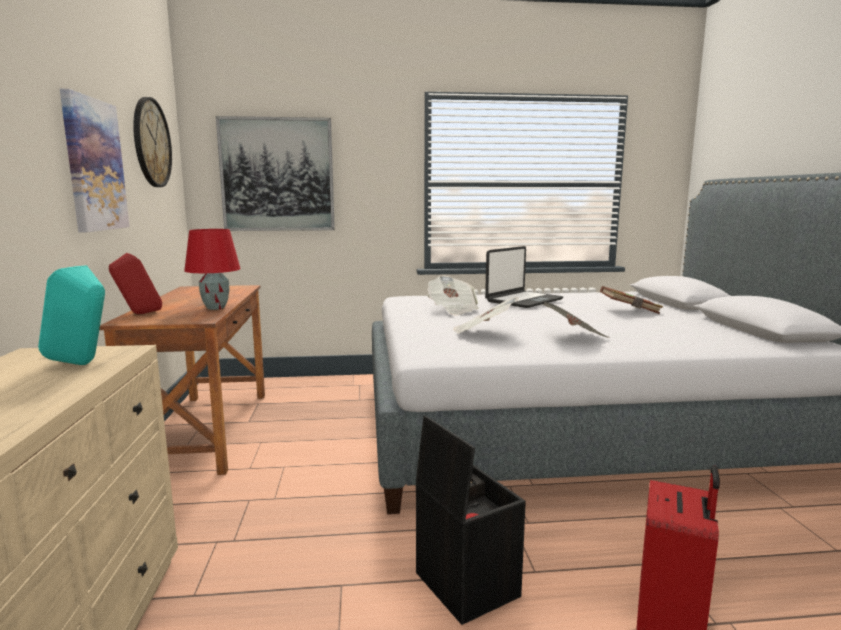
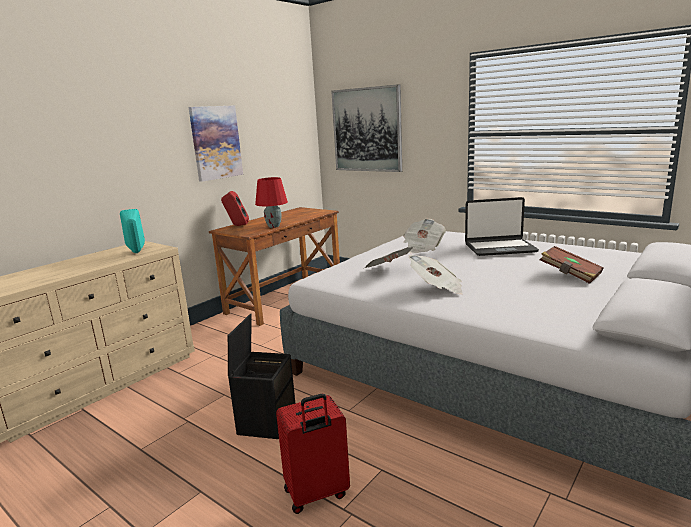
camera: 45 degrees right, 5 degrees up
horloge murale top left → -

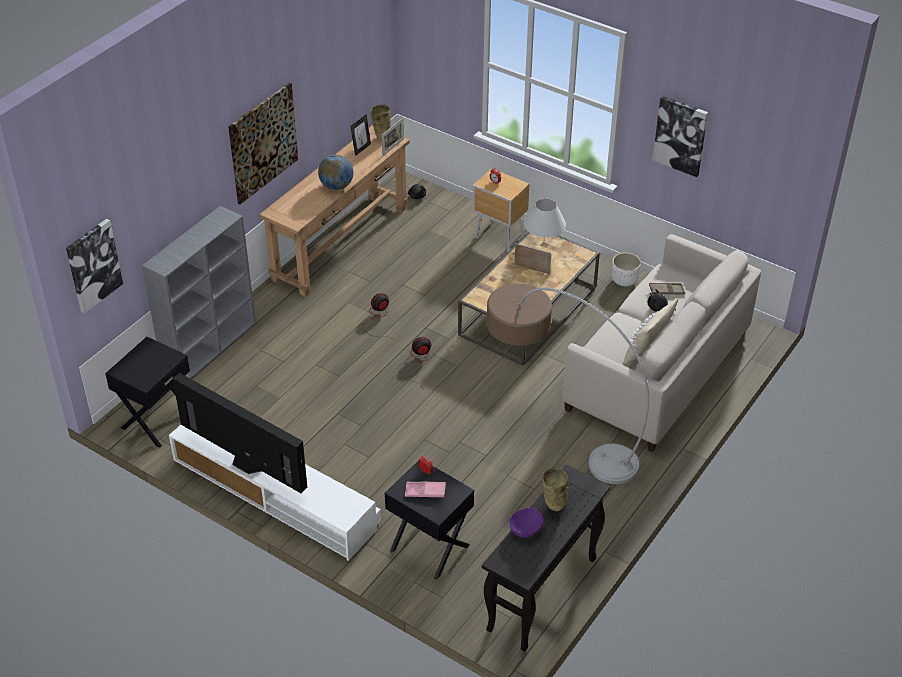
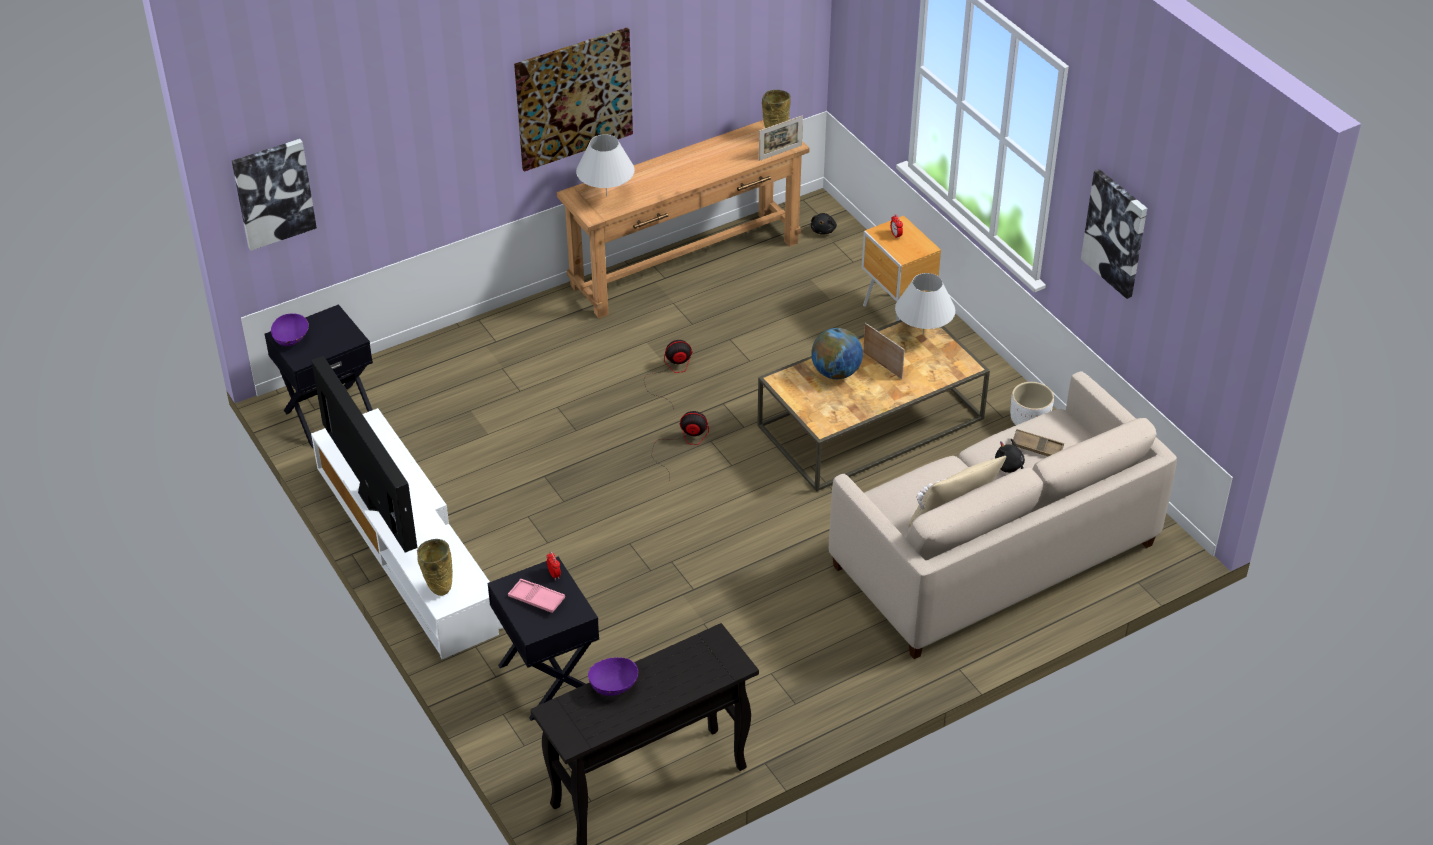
camera: 25 degrees right, 0 degrees up
bibliothèque/gris middle left → -
cadre photo (1st from left) top centre → -
lampadaire centre → -
- → bol/violet (1st from left) middle left
- → lampe de table/blanc (1st from left) top centre
globe top centre → globe centre, move
vase/beige (2nd from left in the first image) bottom centre → vase/beige (1st from left) bottom left, move

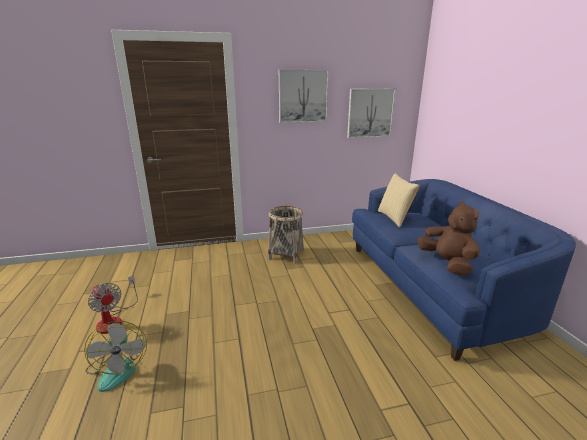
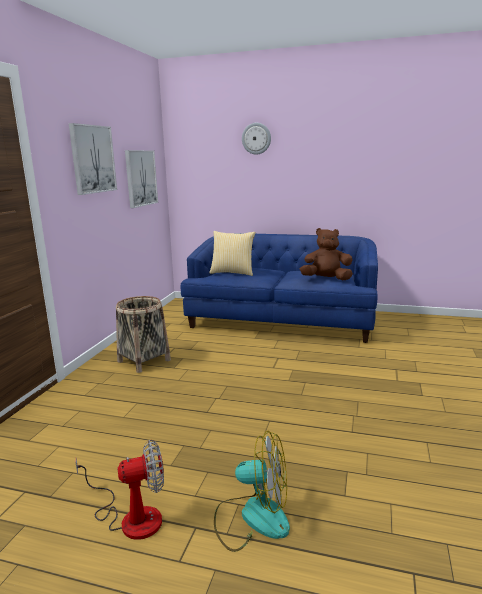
camera: 60 degrees left, 5 degrees down
- → horloge murale top centre

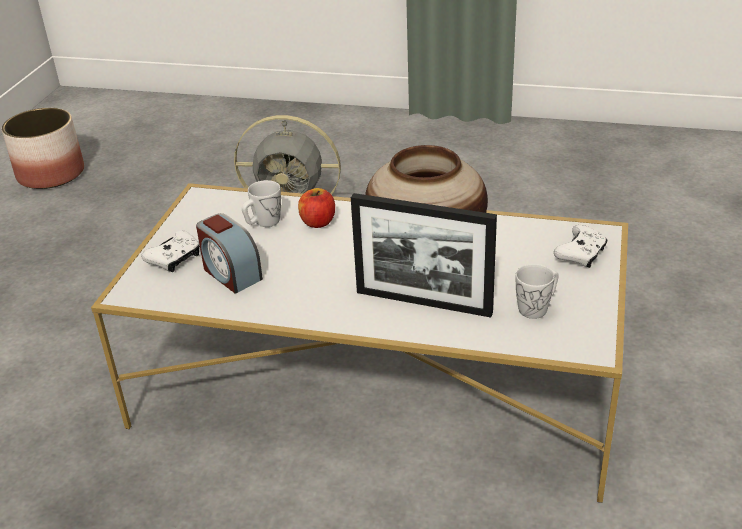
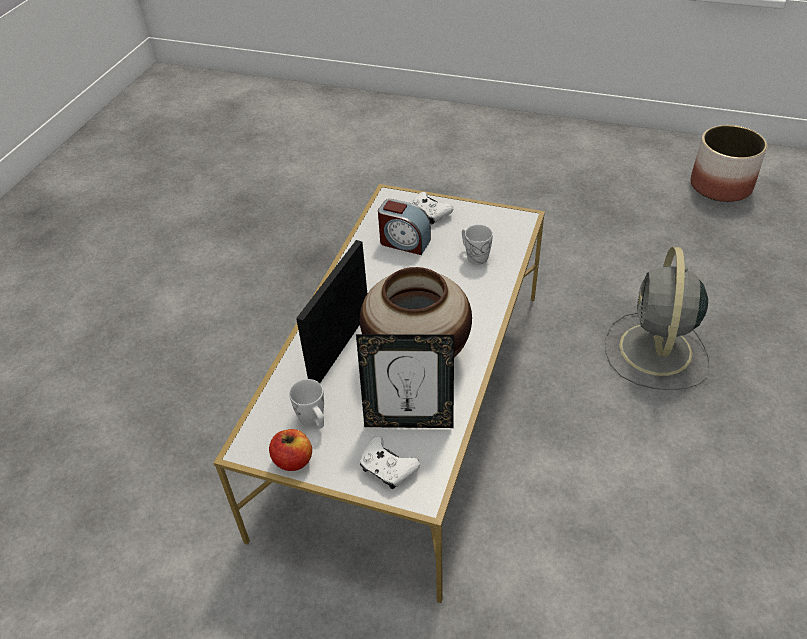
camera: 95 degrees right, 10 degrees up
- → cadre photo (2nd from left) centre
pomme centre → pomme bottom centre, move
réveil middle left → réveil centre, 120 degrees counterclockwise

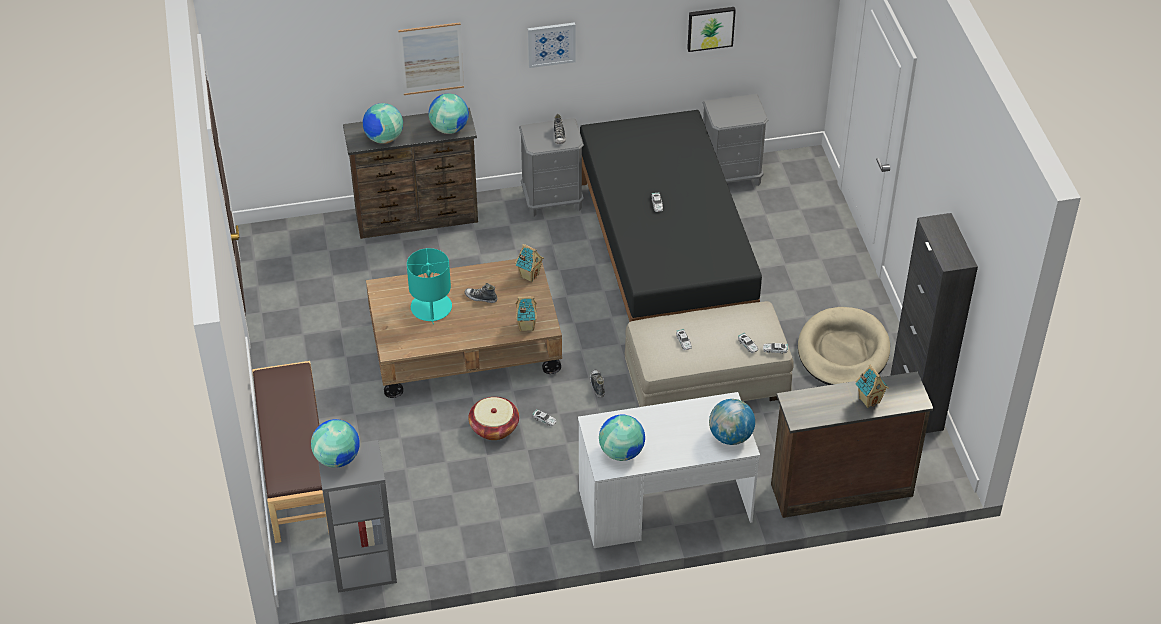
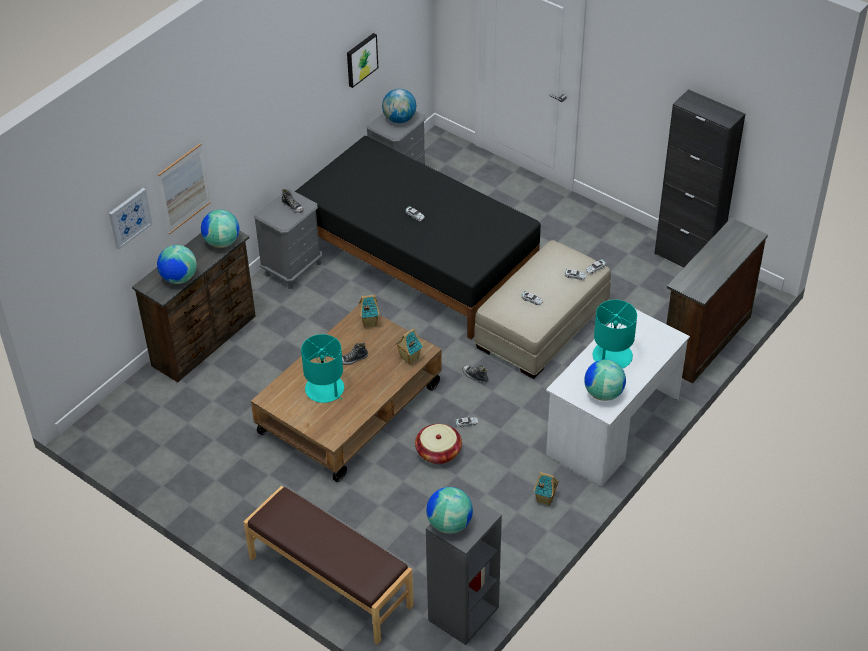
camera: 40 degrees left, 0 degrees up
panier pour chien/beige middle right → -
- → lampe de table/turquoise (2nd from left) middle right
tableau (2nd from left in the first image) top centre → tableau (1st from left) middle left, move
globe (5th from left in the first image) bottom centre → globe (3rd from left) top centre, move
maison miniature (3rd from left) middle right → maison miniature (3rd from left) bottom centre, move

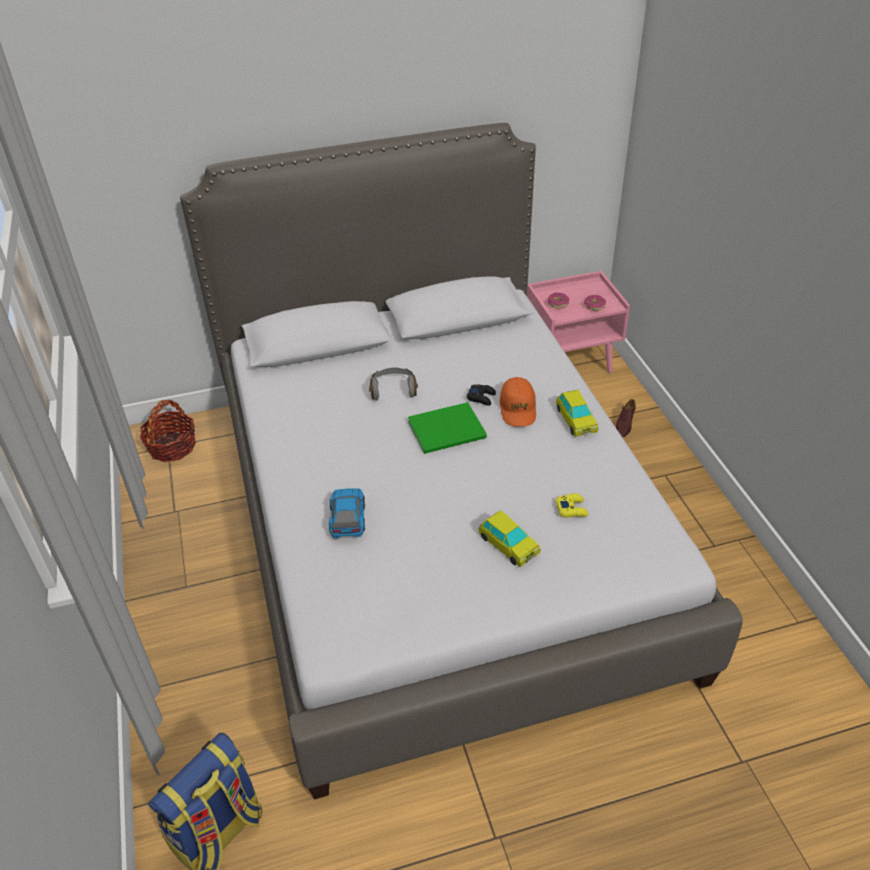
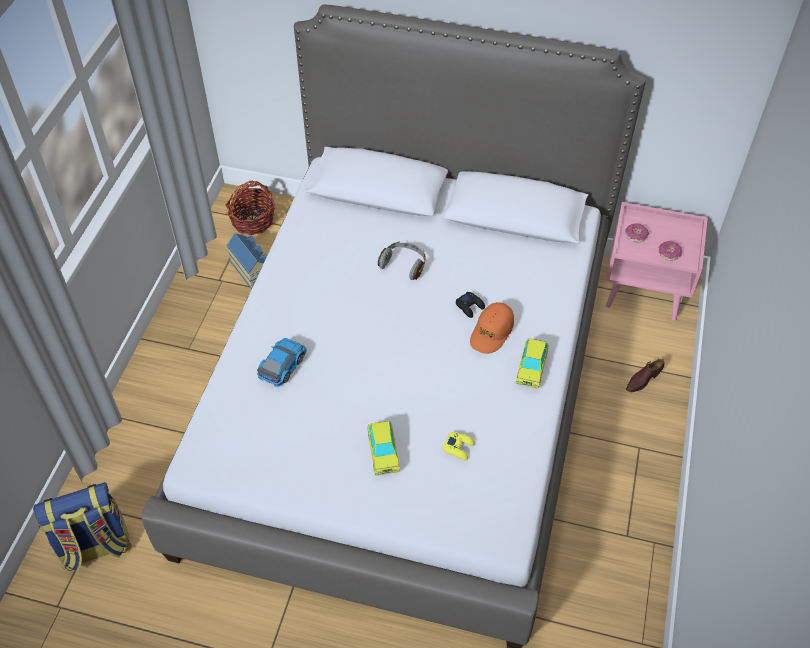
camera: 30 degrees right, 10 degrees up
livre/vert centre → -
- → maison miniature middle left

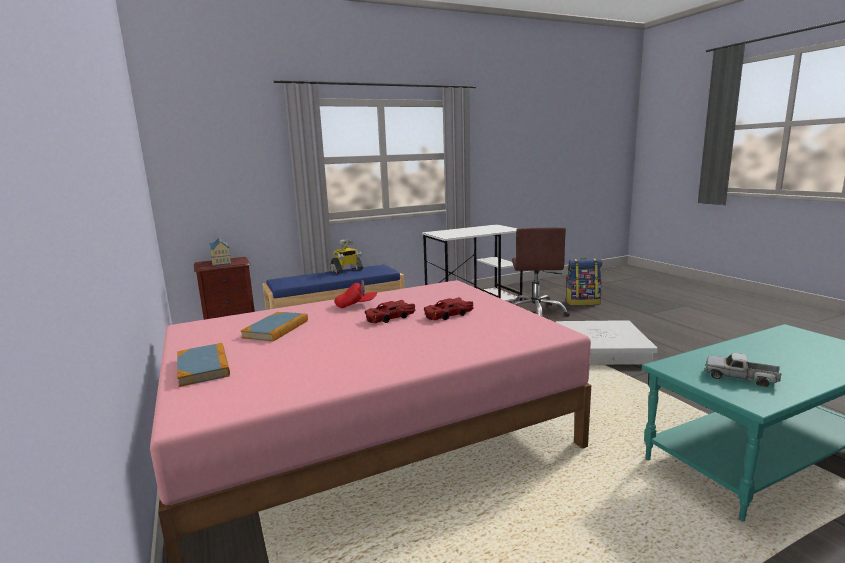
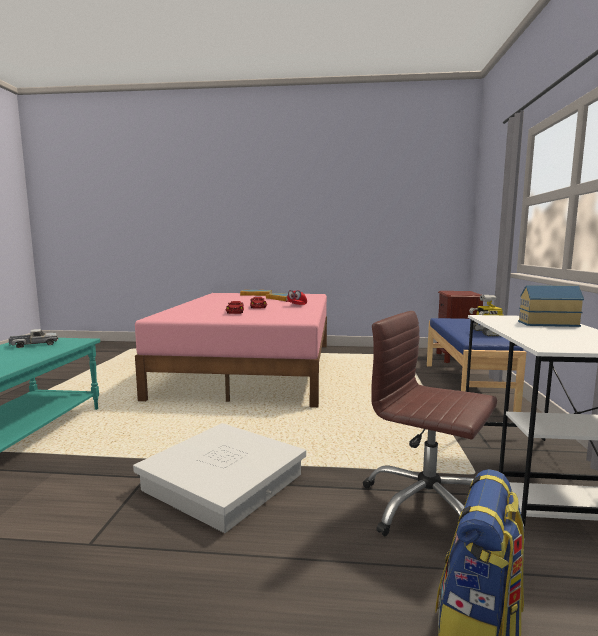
camera: 120 degrees right, 5 degrees down
maison miniature middle left → maison miniature middle right, move

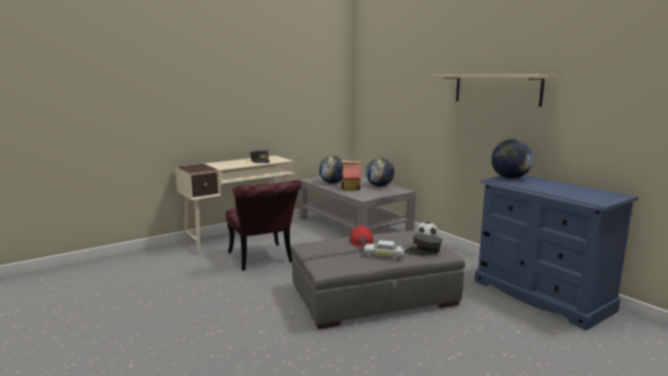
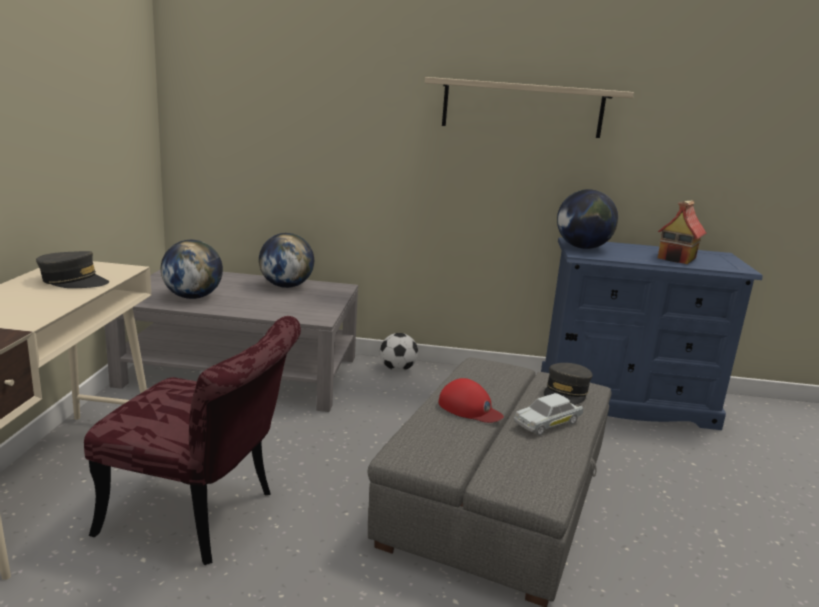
camera: 50 degrees left, 5 degrees up
maison miniature centre → maison miniature middle right, move

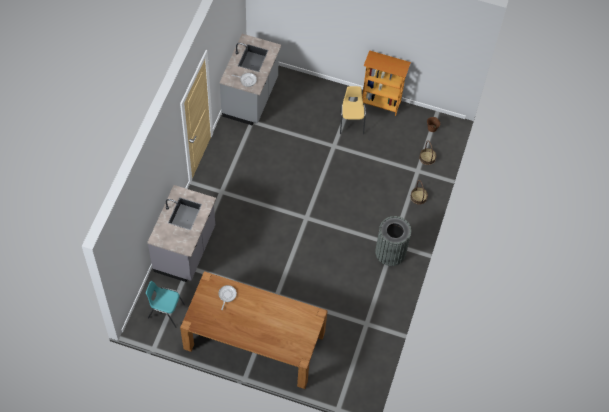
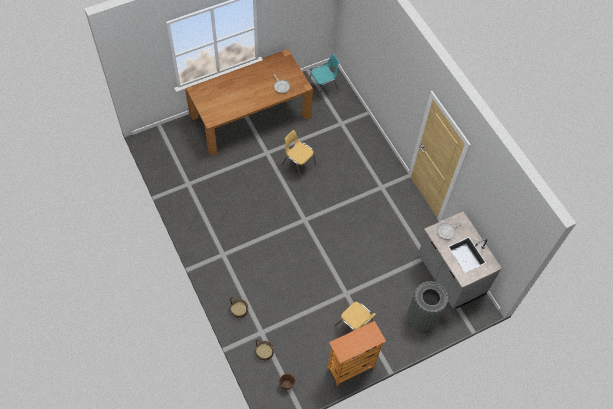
camera: 135 degrees right, 0 degrees up
comptoir de cuisine/gris (1st from left) middle left → -
- → chaise/jaune (1st from left) centre
poubelle/gris centre → poubelle/gris bottom right, move

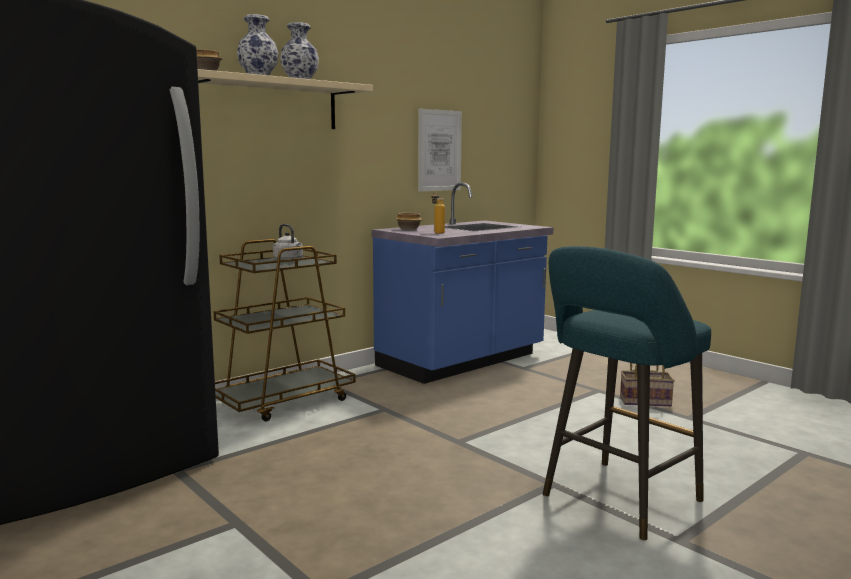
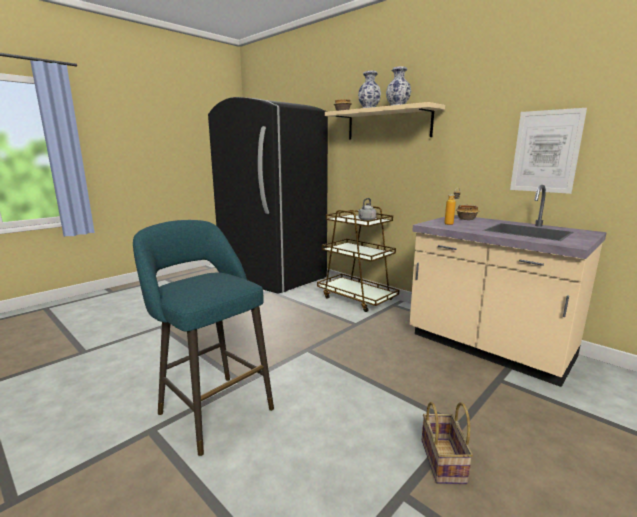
camera: 85 degrees right, 5 degrees up
comptoir de cuisine/bleu centre → comptoir de cuisine/beige middle right

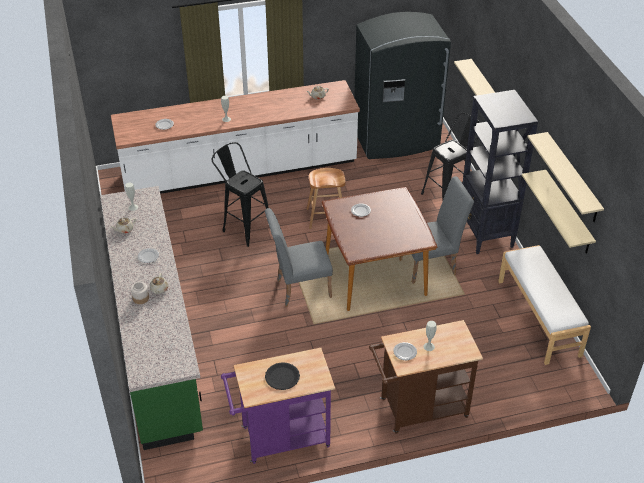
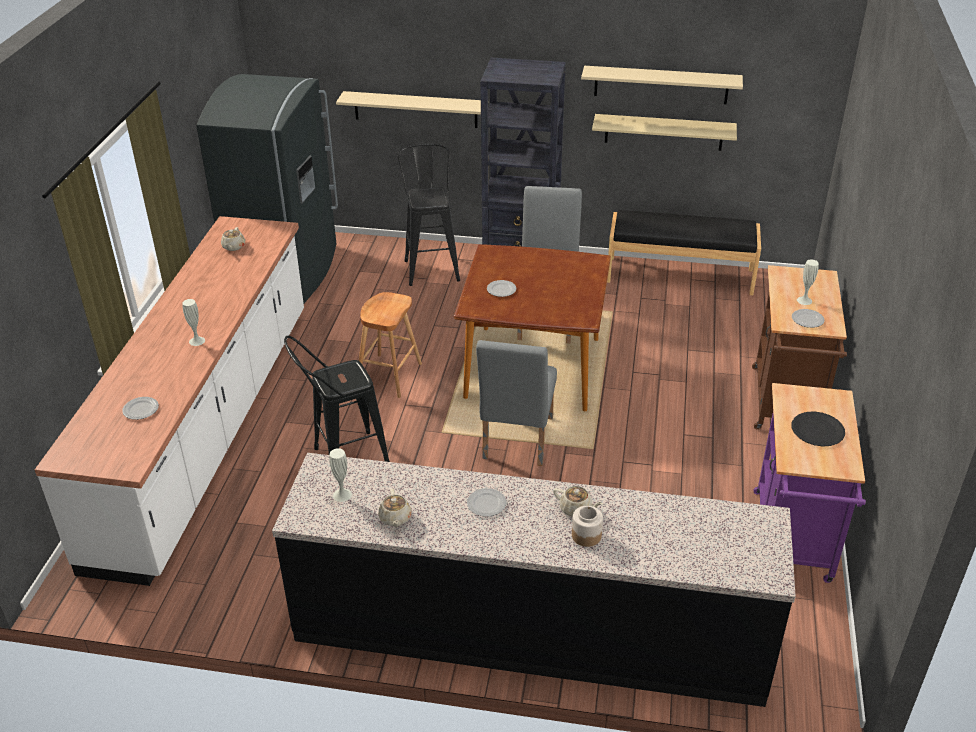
camera: 65 degrees left, 5 degrees down
comptoir de cuisine/vert middle left → comptoir de cuisine/noir bottom centre
banc/blanc middle right → banc/noir middle right

